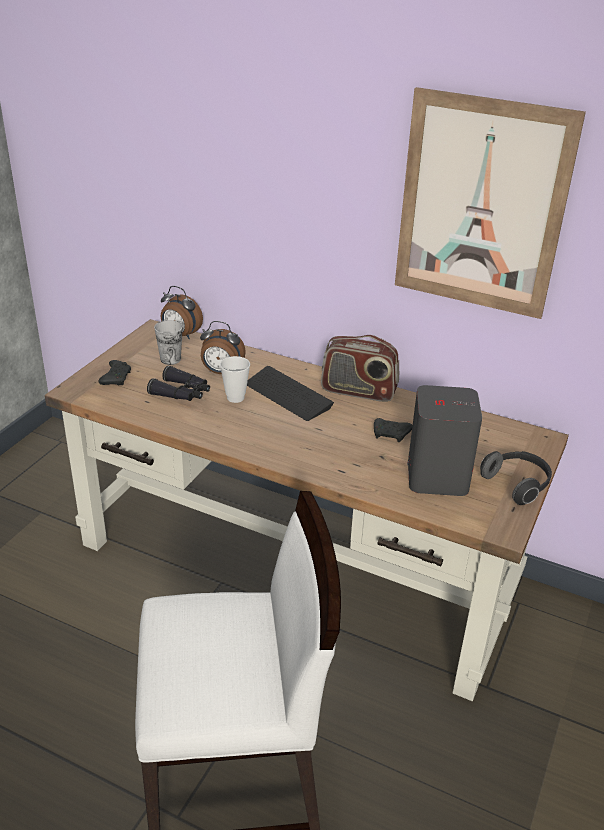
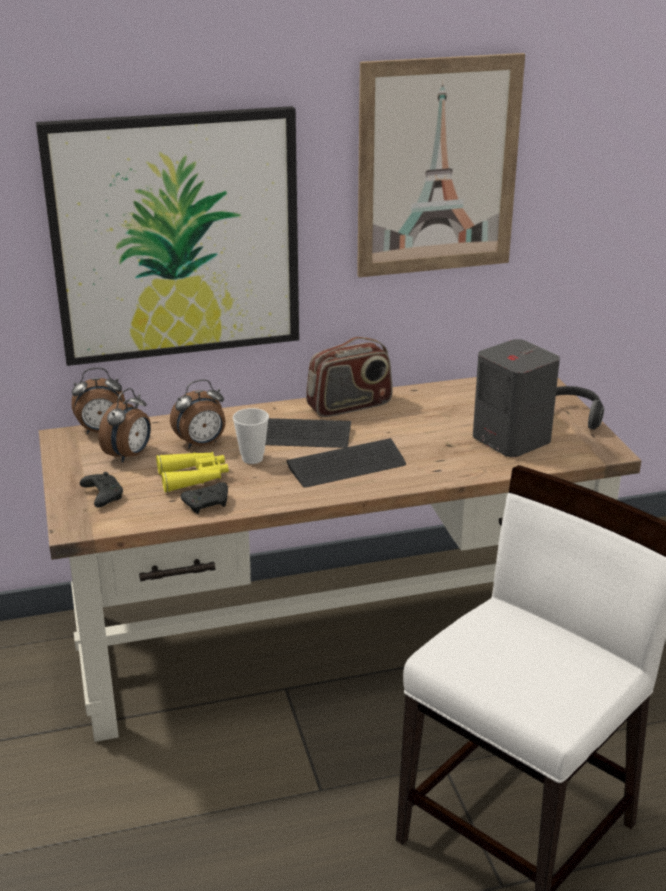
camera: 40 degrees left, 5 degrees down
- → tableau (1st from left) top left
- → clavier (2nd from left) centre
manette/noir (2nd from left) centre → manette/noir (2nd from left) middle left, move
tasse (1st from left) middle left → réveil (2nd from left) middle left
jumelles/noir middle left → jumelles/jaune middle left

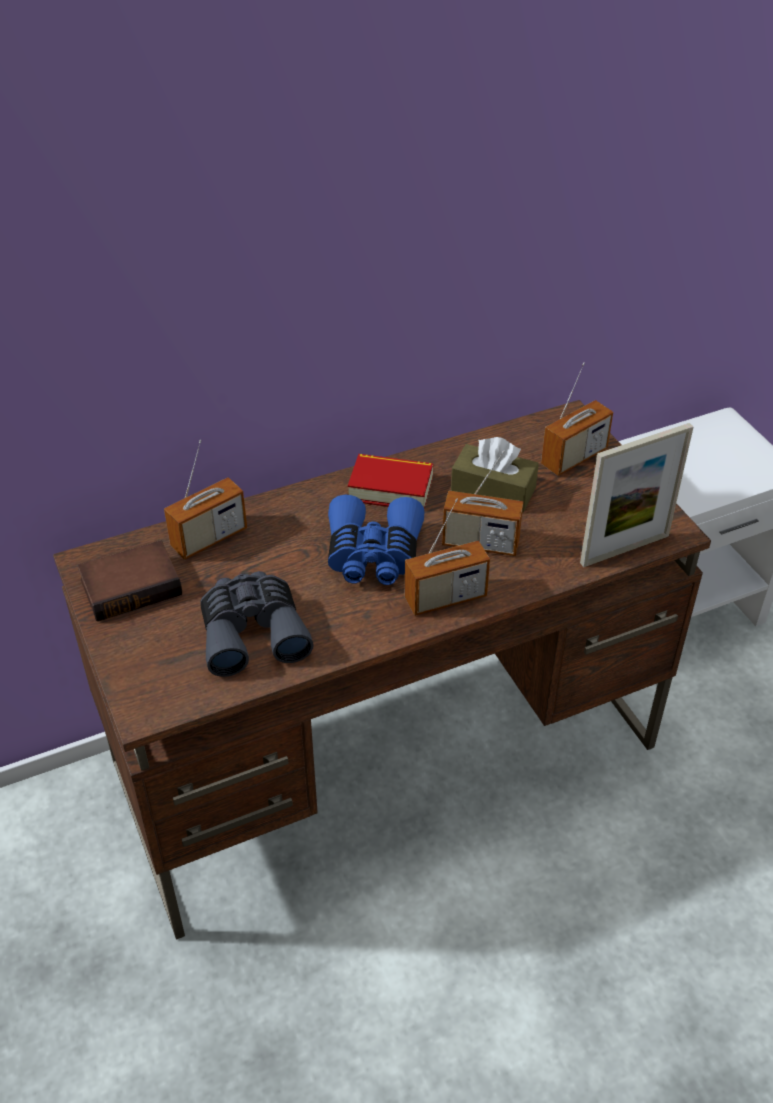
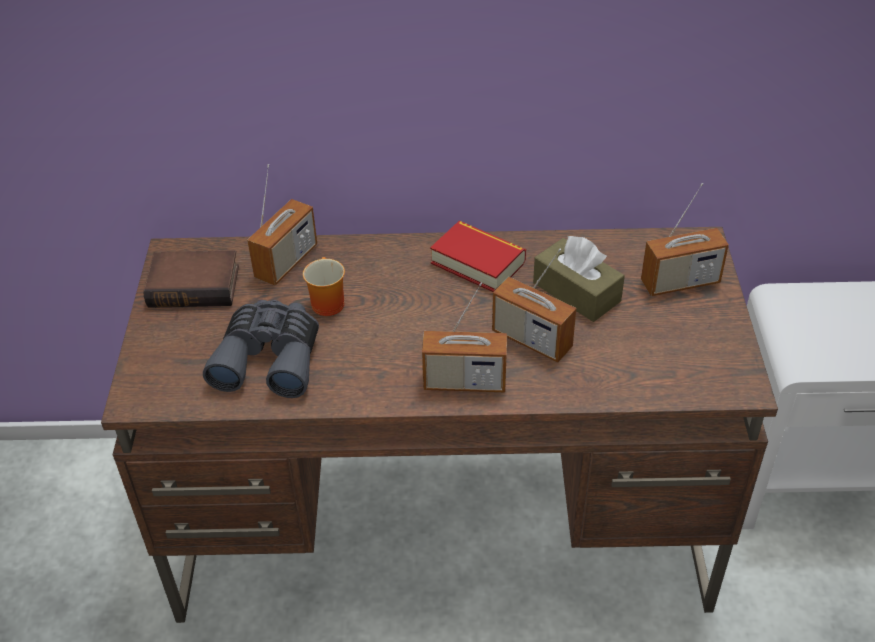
camera: 25 degrees right, 0 degrees up
jumelles/bleu centre → -
cadre photo middle right → -
- → mug centre
radio (1st from left) middle left, 45 degrees counterclockwise

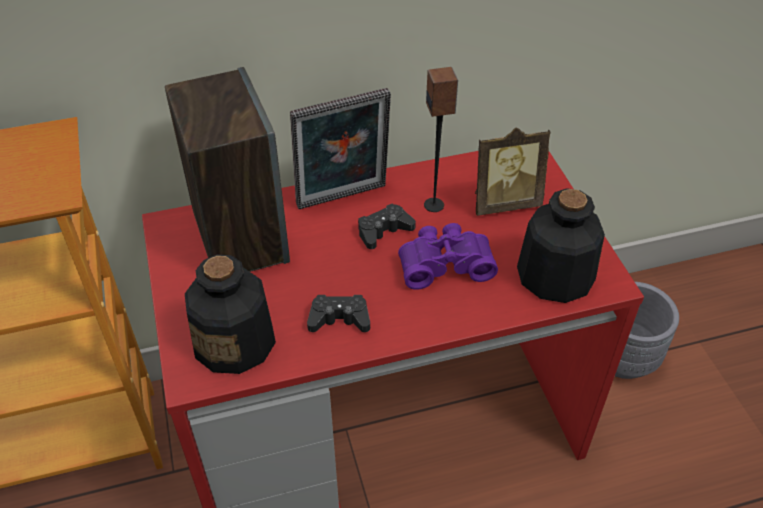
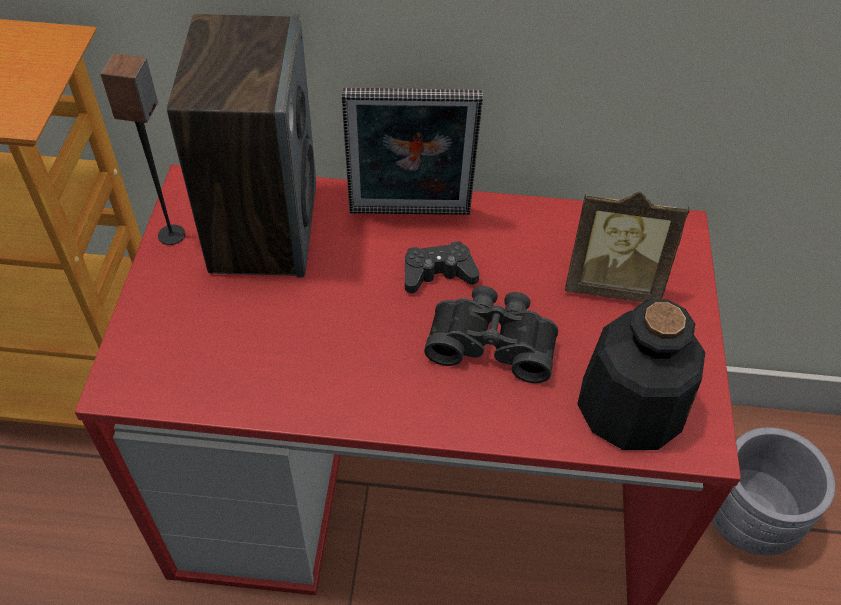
camera: 20 degrees right, 5 degrees up
bouteille (1st from left) middle left → -
manette/noir (1st from left) centre → -
enceinte (2nd from left in the first image) top centre → enceinte (1st from left) top left, move
jumelles/violet centre → jumelles/noir centre

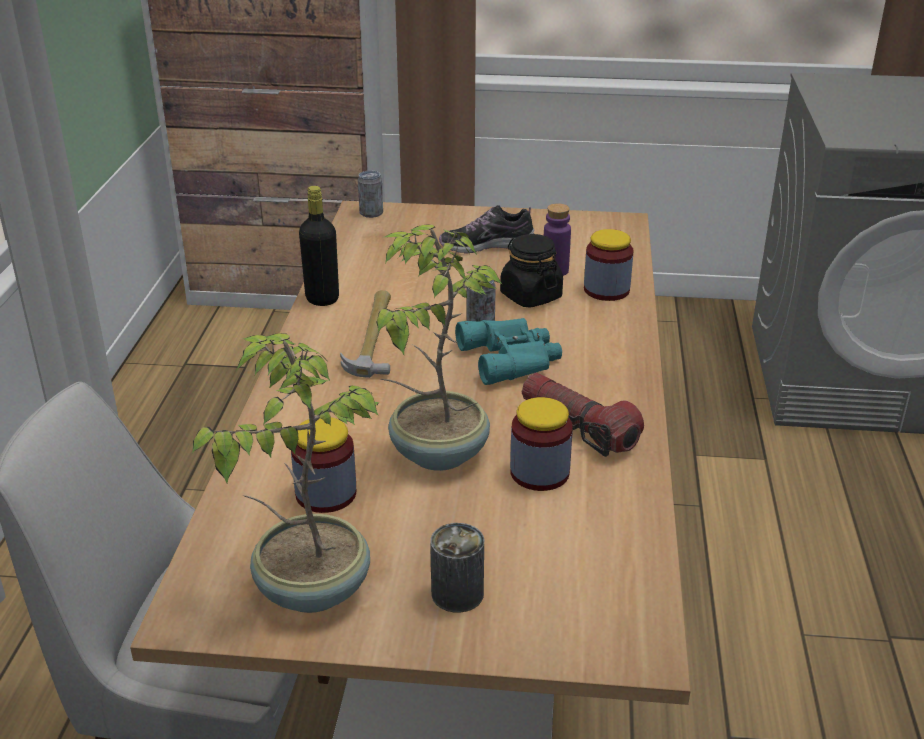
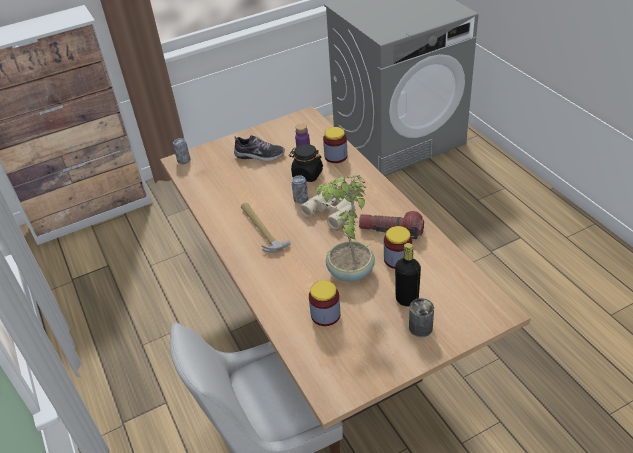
camera: 30 degrees left, 10 degrees up
plante en pot (1st from left) middle left → -
bouteille/noir top centre → bouteille/noir centre, move
jumelles/turquoise centre → jumelles/beige centre
chaussure top centre, 135 degrees counterclockwise

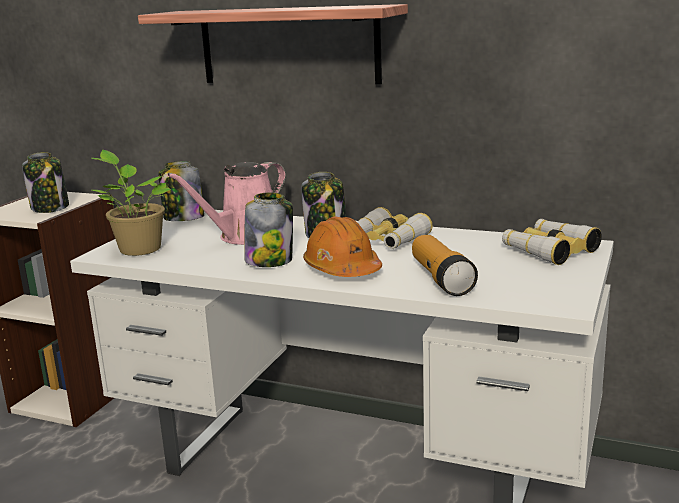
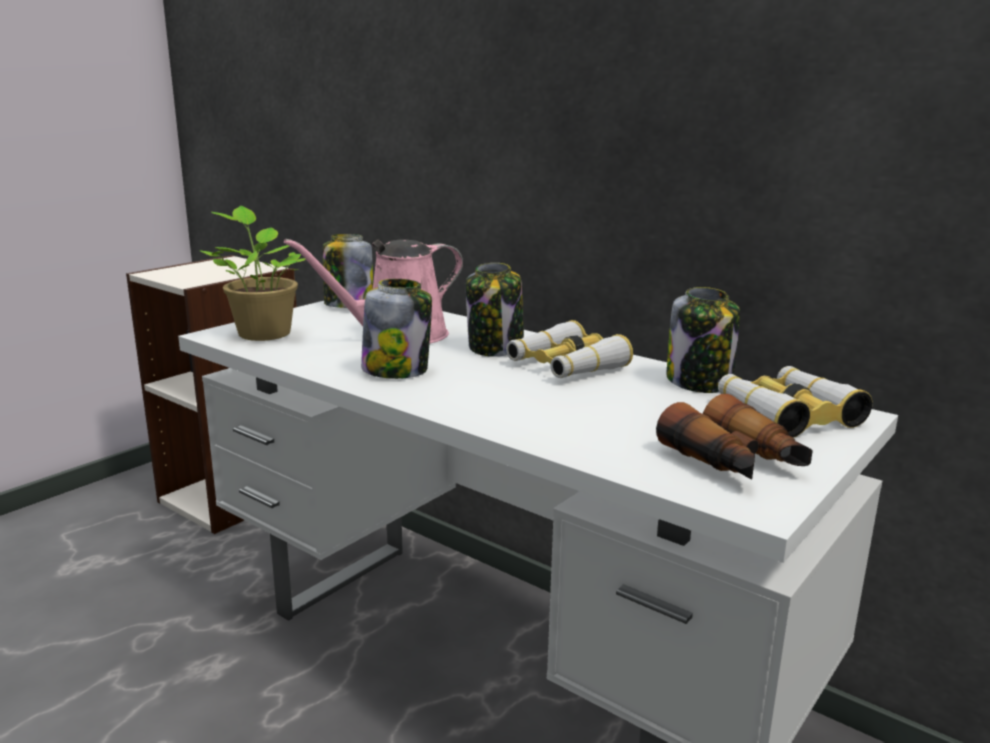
camera: 15 degrees right, 0 degrees up
étagère top centre → -
casque de chantier/orange centre → -
lampe de poche centre → -
- → jumelles (2nd from left) middle right
bocal (1st from left in the first image) middle left → bocal (4th from left) middle right, move

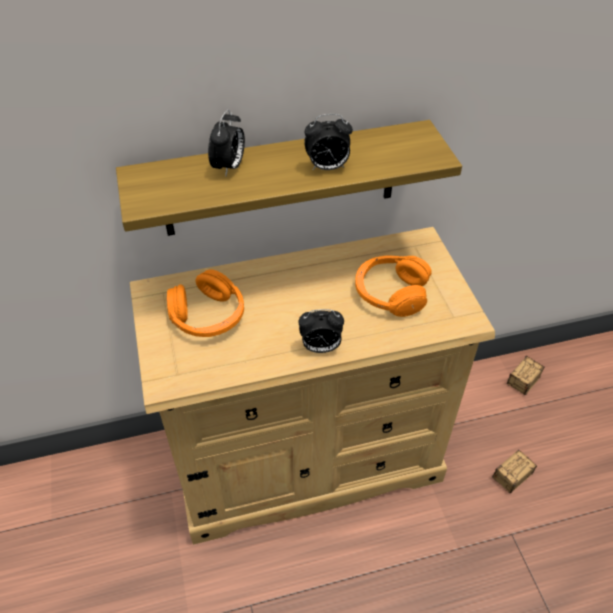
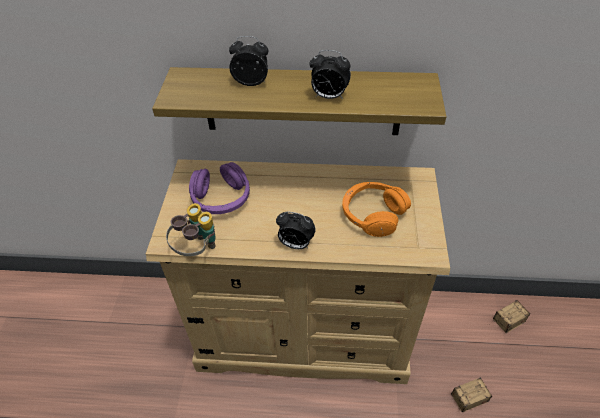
camera: 20 degrees right, 0 degrees up
- → jumelles middle left
casque audio/orange (1st from left) centre → casque audio/violet centre
réveil (1st from left) top centre, 120 degrees counterclockwise

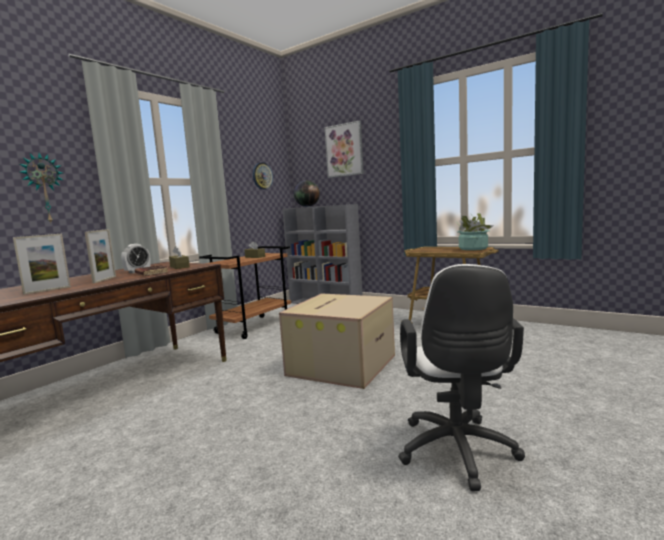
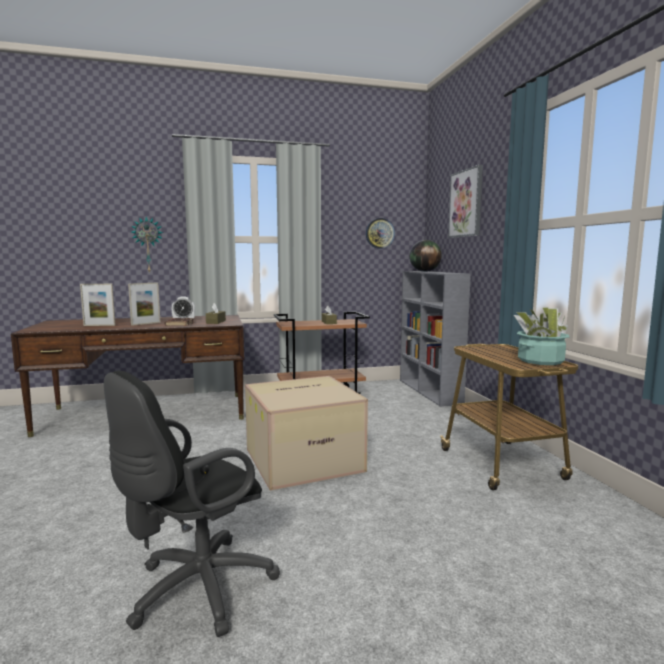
camera: 40 degrees right, 0 degrees up
chaise de bureau/blanc bottom right → chaise de bureau/noir bottom left

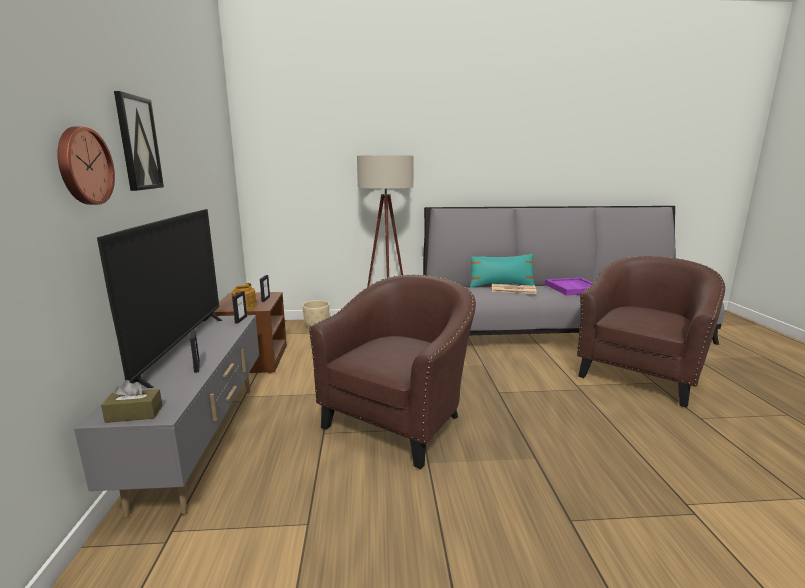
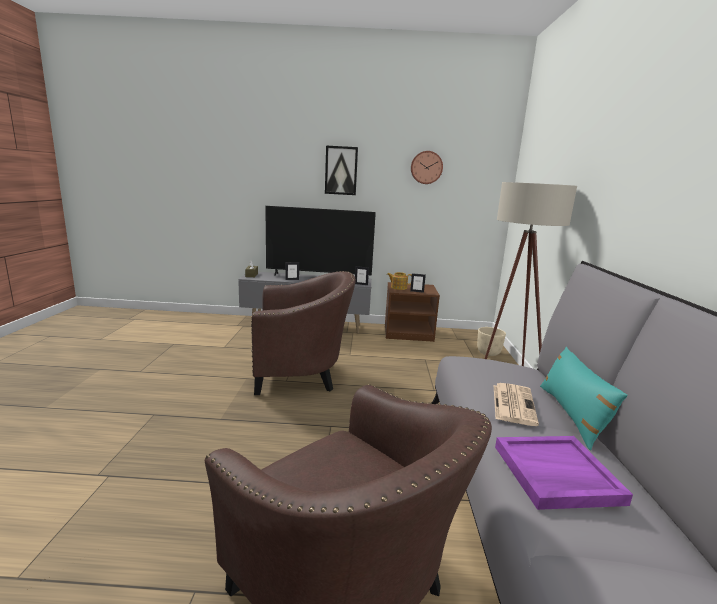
camera: 95 degrees right, 0 degrees up
horloge murale top left → horloge murale top centre, move
fauteuil/marron (1st from left) centre, 45 degrees counterclockwise

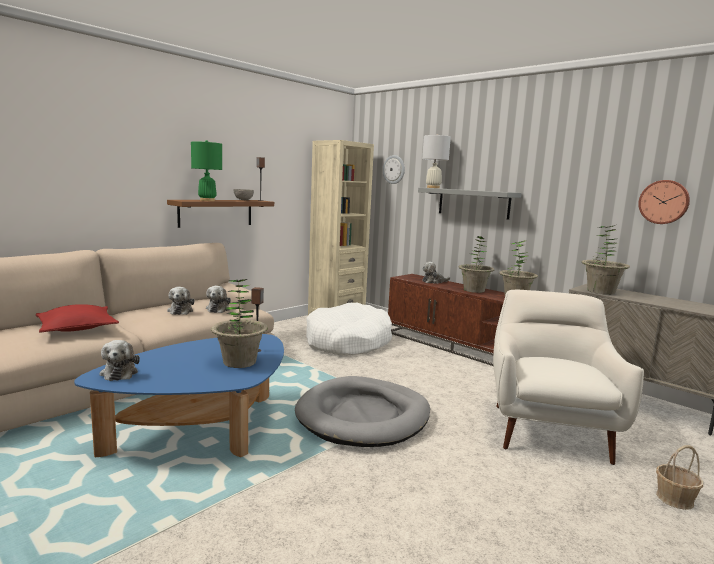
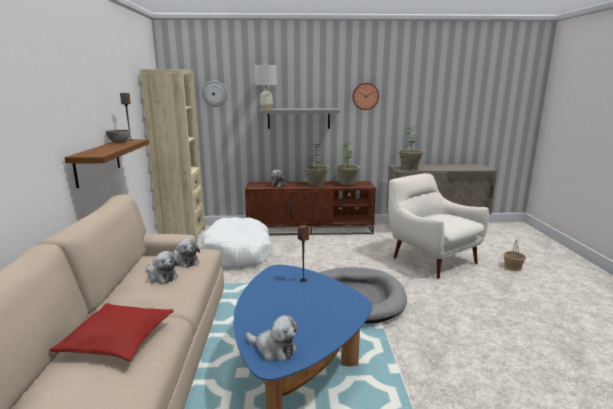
camera: 45 degrees left, 5 degrees up
lampe de table/vert top left → -
plante en pot (1st from left) centre → -
horloge murale (2nd from left) middle right → horloge murale (2nd from left) top centre, move

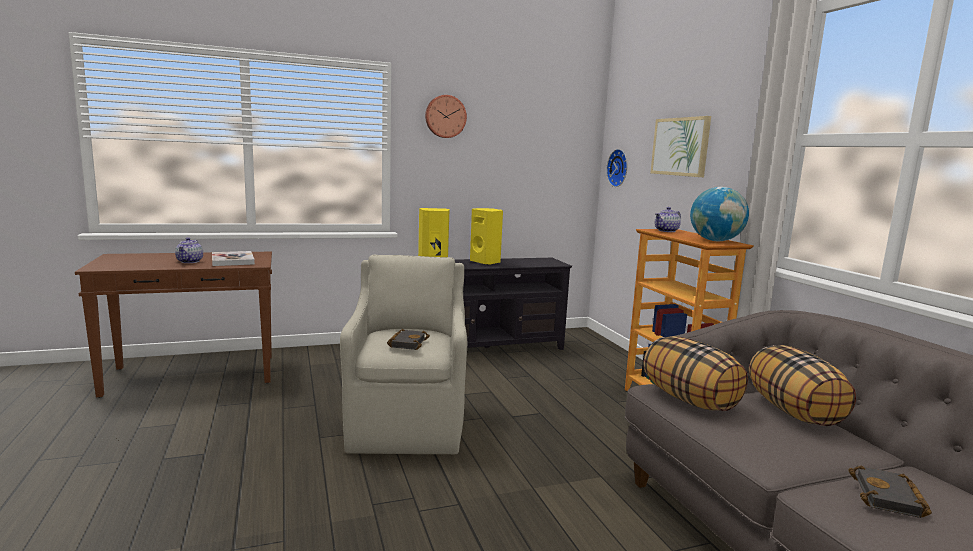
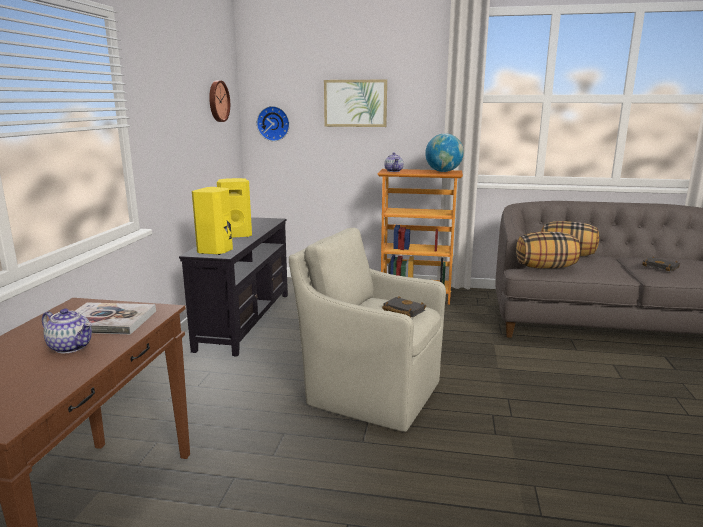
camera: 60 degrees left, 5 degrees up
horloge murale (1st from left) top centre → horloge murale (1st from left) top left, move

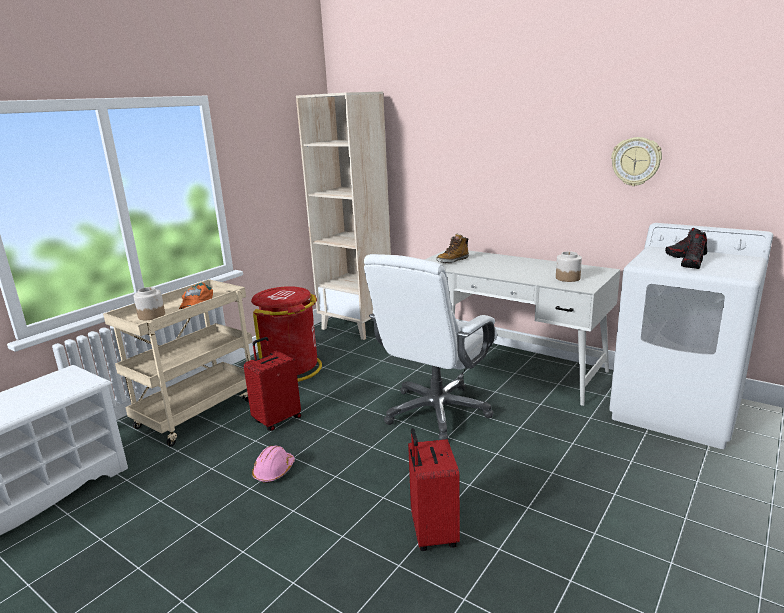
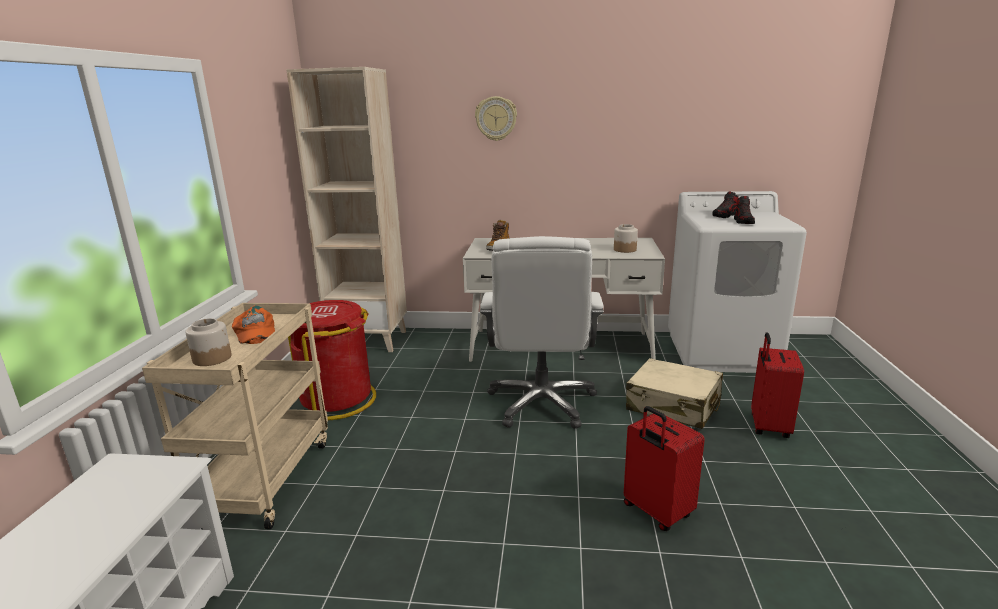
camera: 30 degrees left, 0 degrees up
casque de chantier/rose bottom centre → -
- → valise/beige middle right
valise/rouge (1st from left in the first image) centre → valise/rouge (2nd from left) middle right, move
horloge murale top right → horloge murale top centre, move

